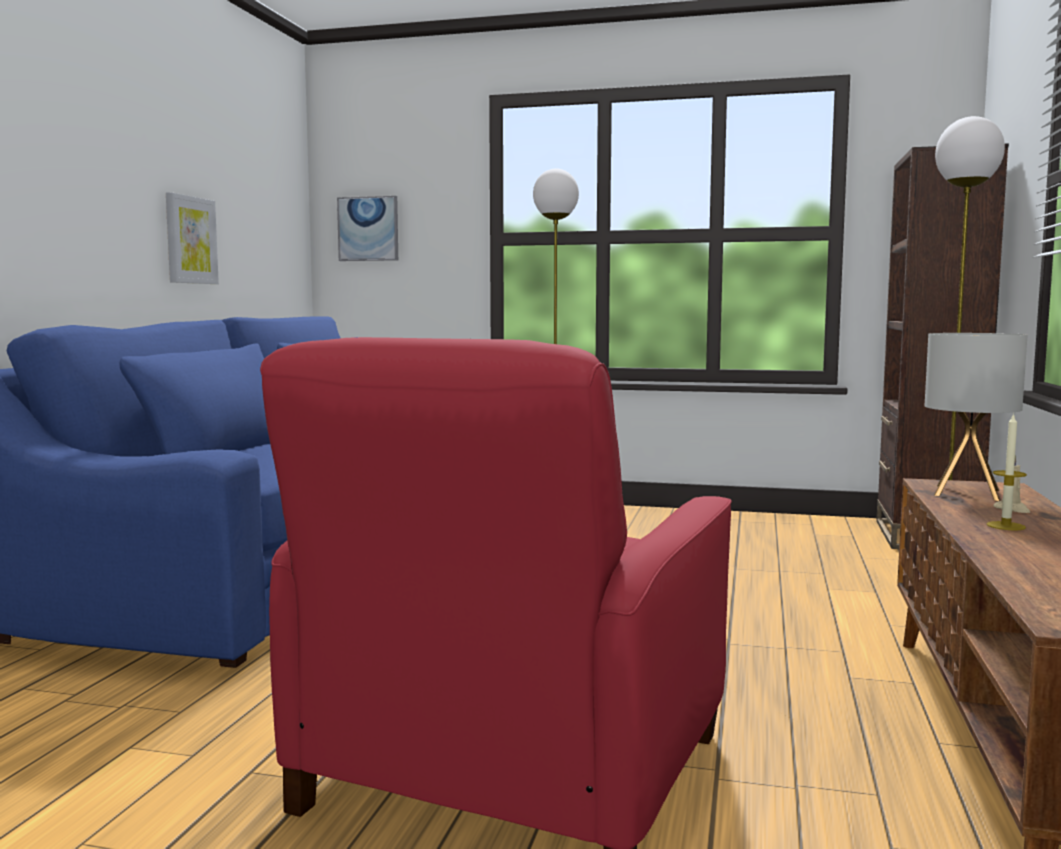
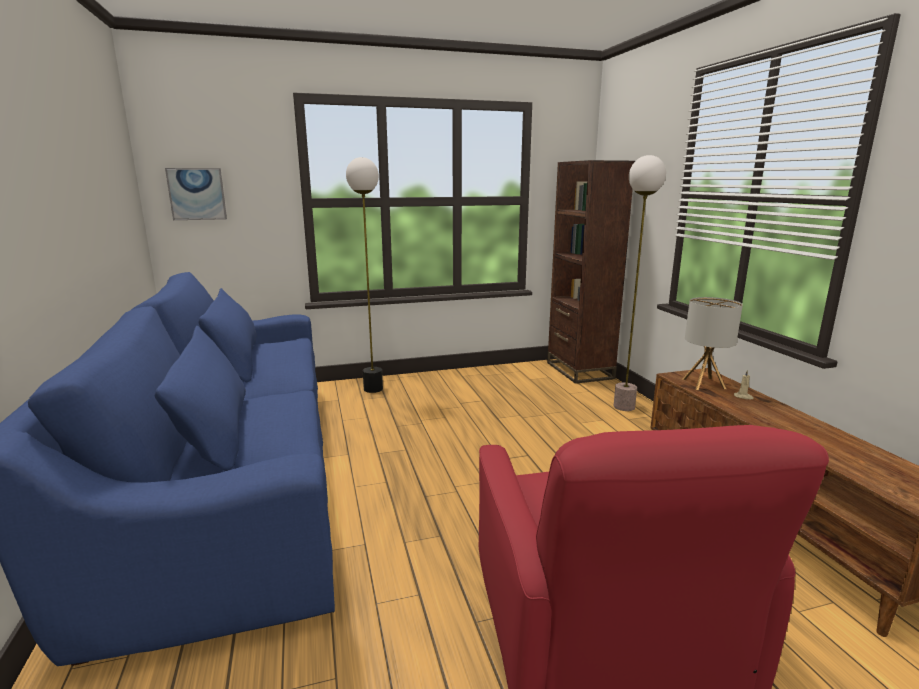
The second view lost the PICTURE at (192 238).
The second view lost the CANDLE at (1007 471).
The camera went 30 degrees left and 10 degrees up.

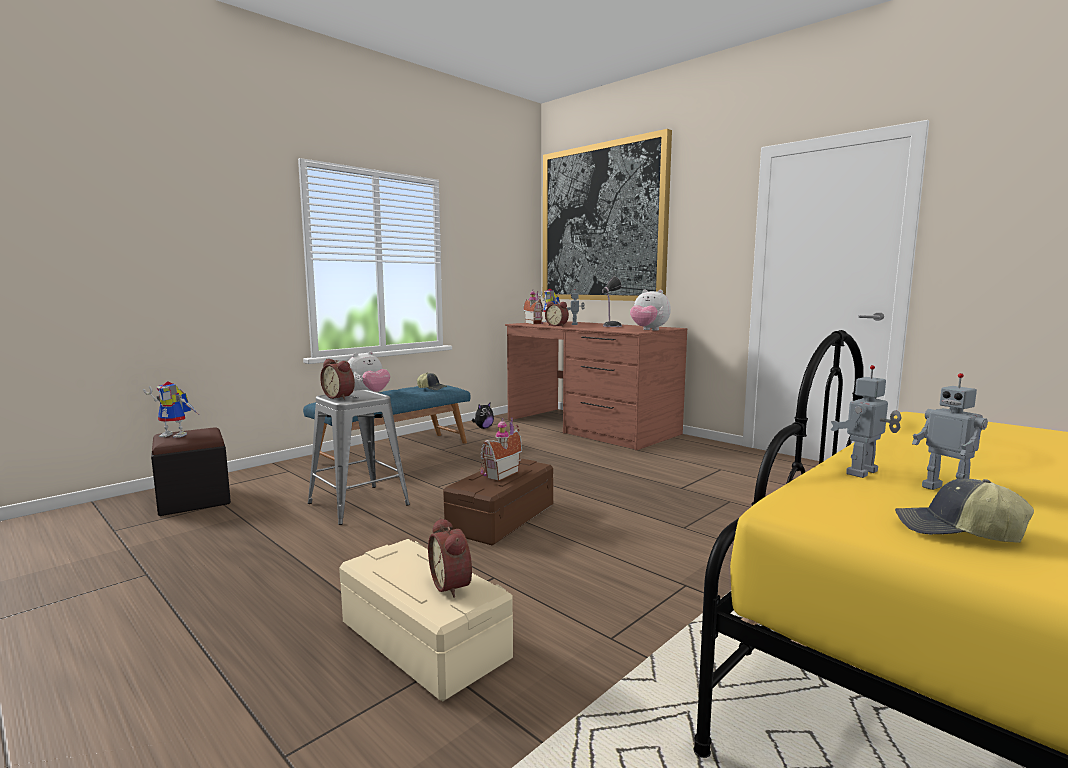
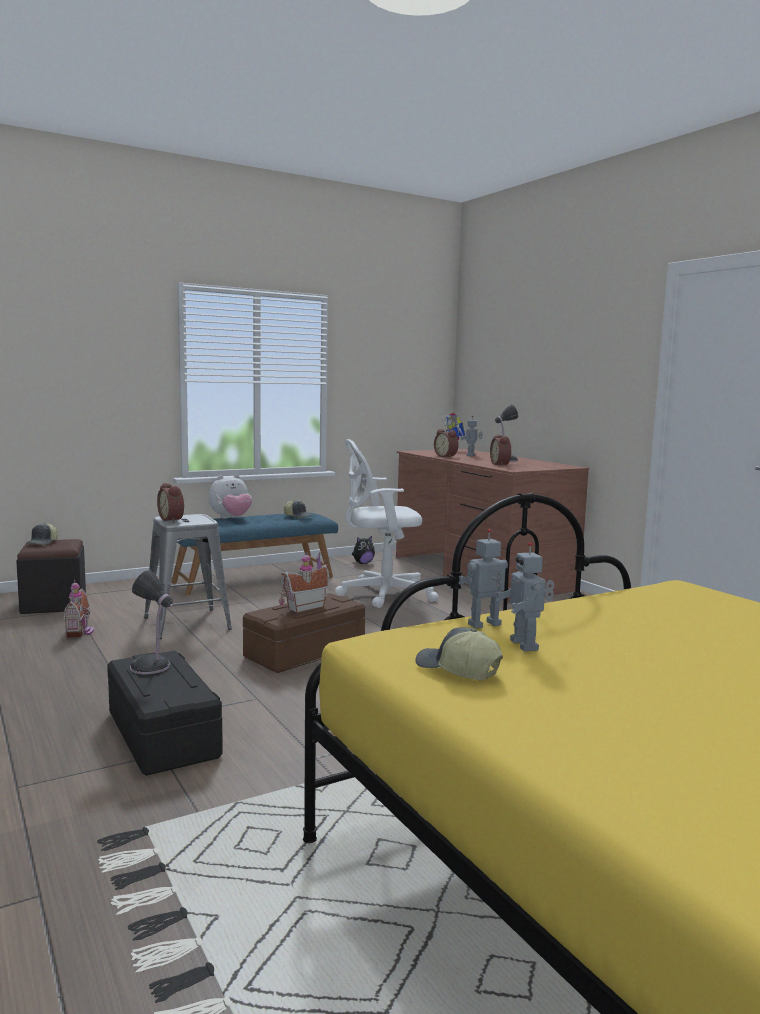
The second view lost the PICTURE at (607 215).
The second view lost the PLUSH TOY at (650 309).
The TOY HOUSE ended up elsewhere, having gone from (533 307) to (78 609).
Where the TOY ROBOT stood at (170 410), the CAP came to stand at (41 534).
The ALARM CLOCK ended up elsewhere, having gone from (450 558) to (500 450).
What was the BEIGE STORAGE BOX at (426 620) turned into the BLACK STORAGE BOX at (165 713).
The second view gained the WHITE OFFICE CHAIR at (386 523).
The second view gained the TABLE LAMP at (151 622).
The camera went 15 degrees right and 0 degrees up.

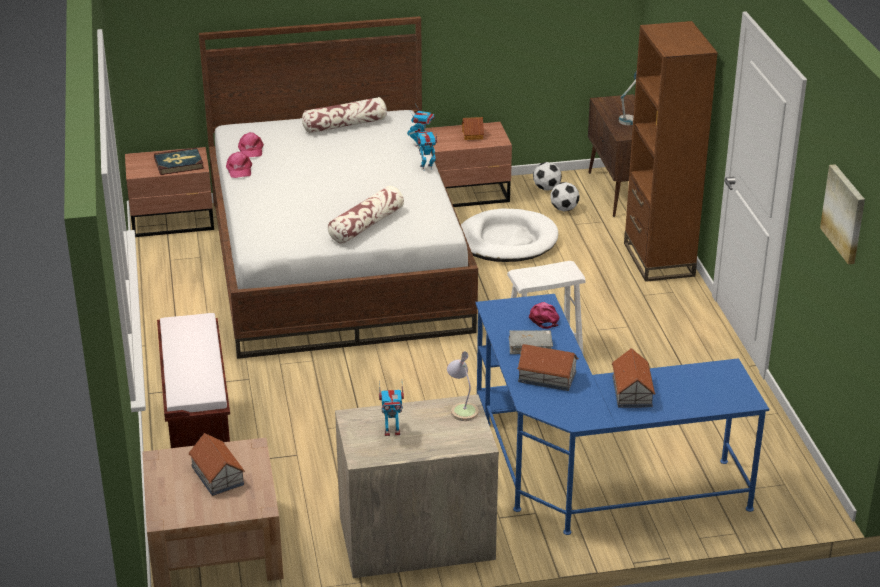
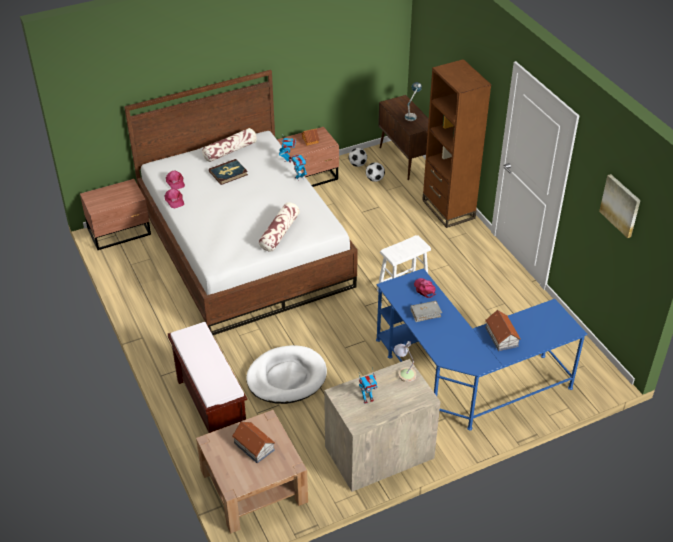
The BOOK ended up elsewhere, having gone from (179 161) to (228 172).
The WHITE DOG BED ended up elsewhere, having gone from (509 235) to (286 374).
The second view lost the TOY HOUSE at (548 367).
The camera went 15 degrees left and 10 degrees up.

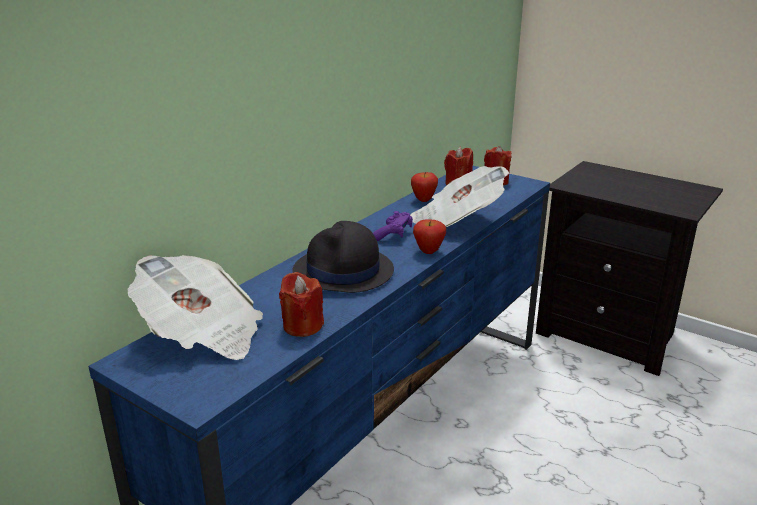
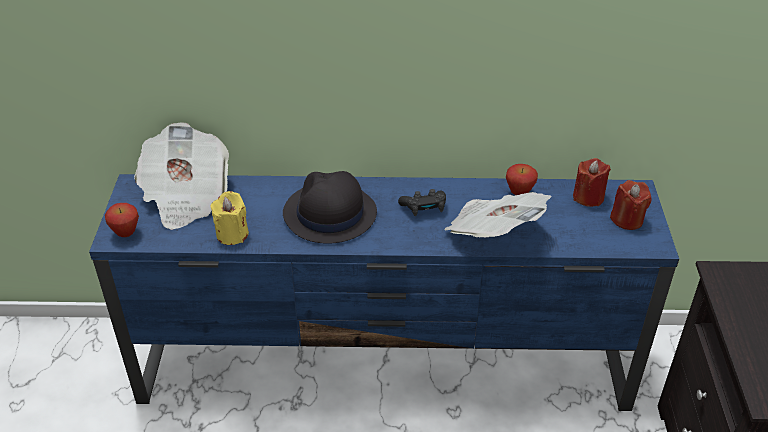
What was the PURPLE GAME CONTROLLER at (393 226) turned into the BLACK GAME CONTROLLER at (422 202).
The APPLE ended up elsewhere, having gone from (429 237) to (122 220).
What was the RED CANDLE at (301 304) turned into the YELLOW CANDLE at (229 218).
The camera went 55 degrees right and 15 degrees up.

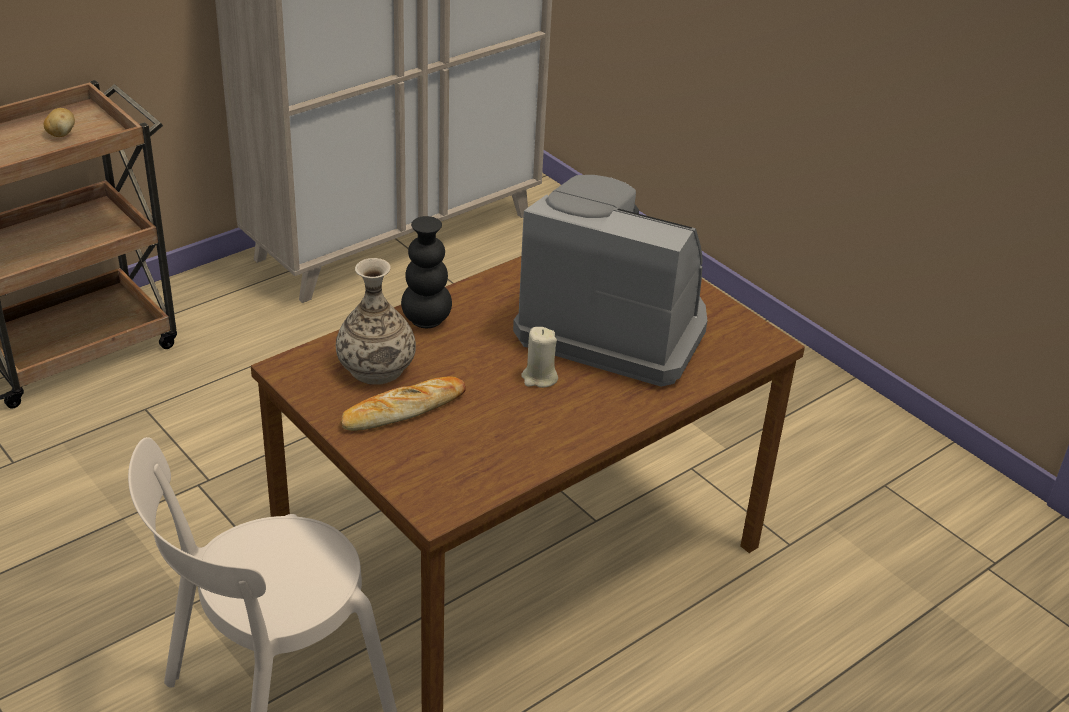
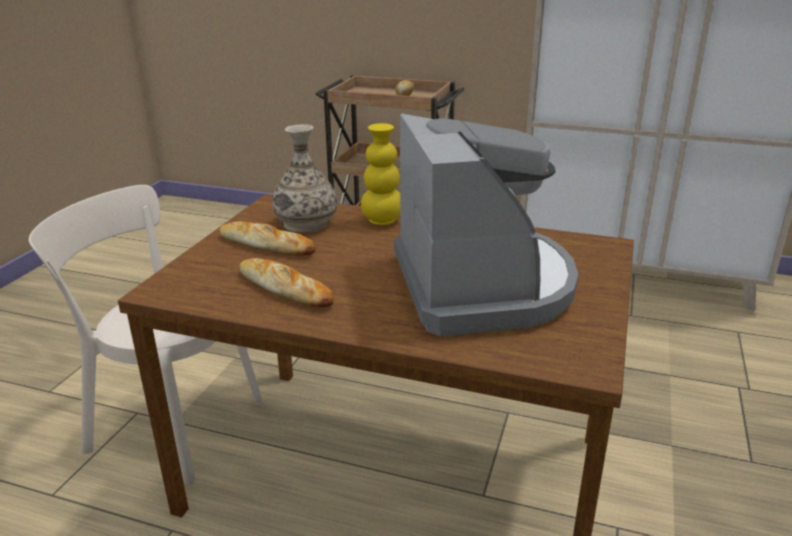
What was the BLACK VASE at (426 272) turned into the YELLOW VASE at (380 174).
The second view lost the BEIGE CANDLE at (539 357).
The second view gained the BREAD at (287 283).
The camera went 60 degrees right and 10 degrees down.

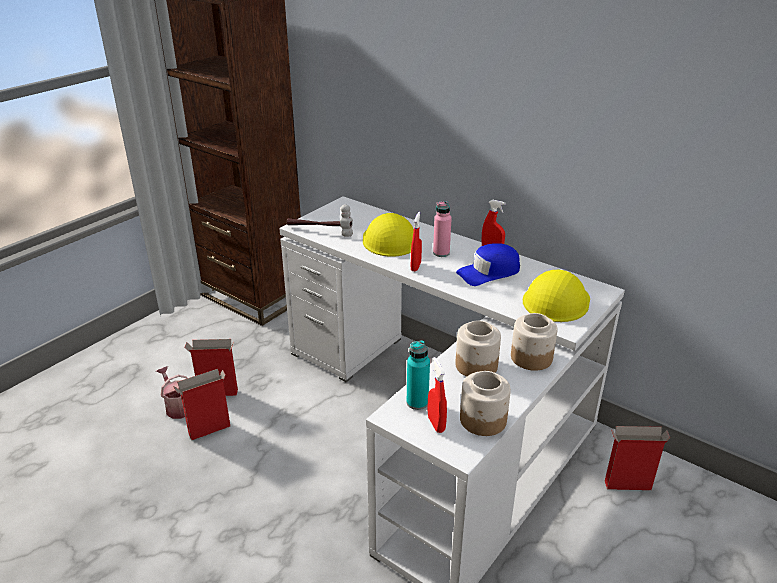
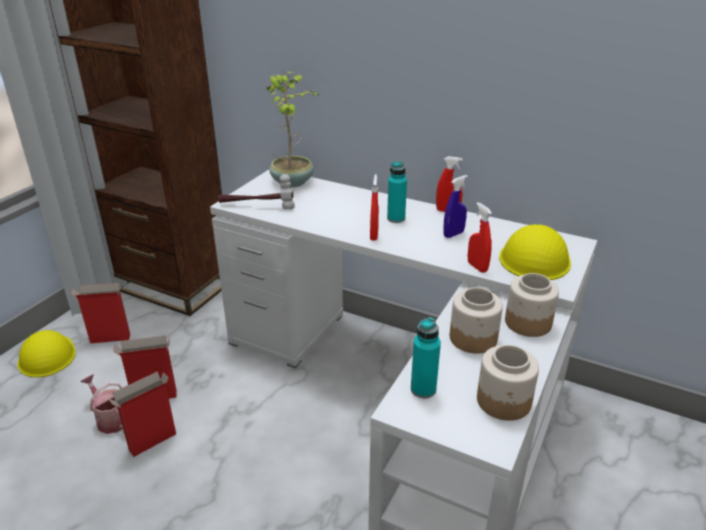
What was the PINK BOTTLE at (442 229) turned into the TURQUOISE BOTTLE at (397 192).
The YELLOW HARD HAT ended up elsewhere, having gone from (388 235) to (46 353).
Where the BLUE CAP stood at (488 264), the BLUE SPRAY BOTTLE came to stand at (455 206).
The RED SPRAY BOTTLE ended up elsewhere, having gone from (437 395) to (480 237).
The CARDBOARD BOX ended up elsewhere, having gone from (637 458) to (100 313).
The second view gained the POTTED PLANT at (292 130).
The camera went 10 degrees left and 0 degrees up.

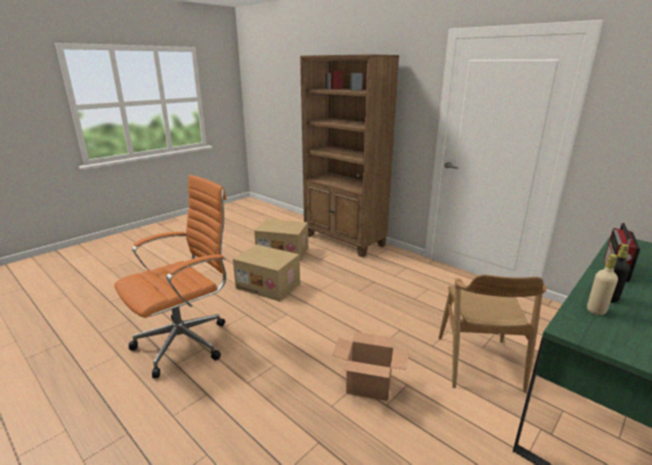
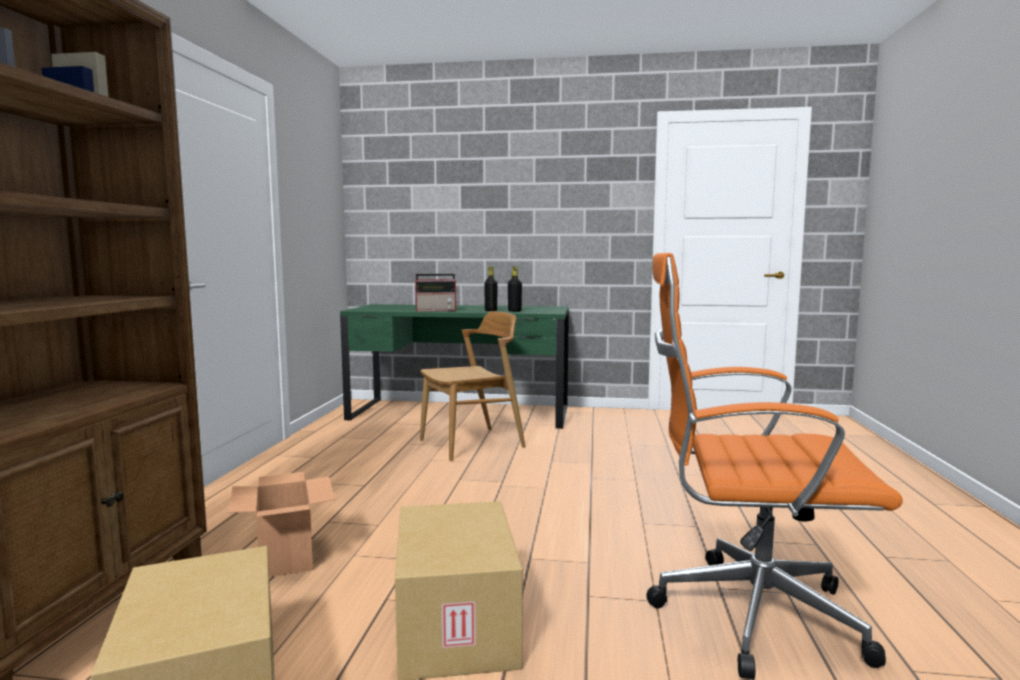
What was the BEIGE BOTTLE at (602 284) turned into the BLACK BOTTLE at (515 289).
The CARDBOARD BOX ended up elsewhere, having gone from (371 366) to (281 525).
The camera went 125 degrees left and 15 degrees down.

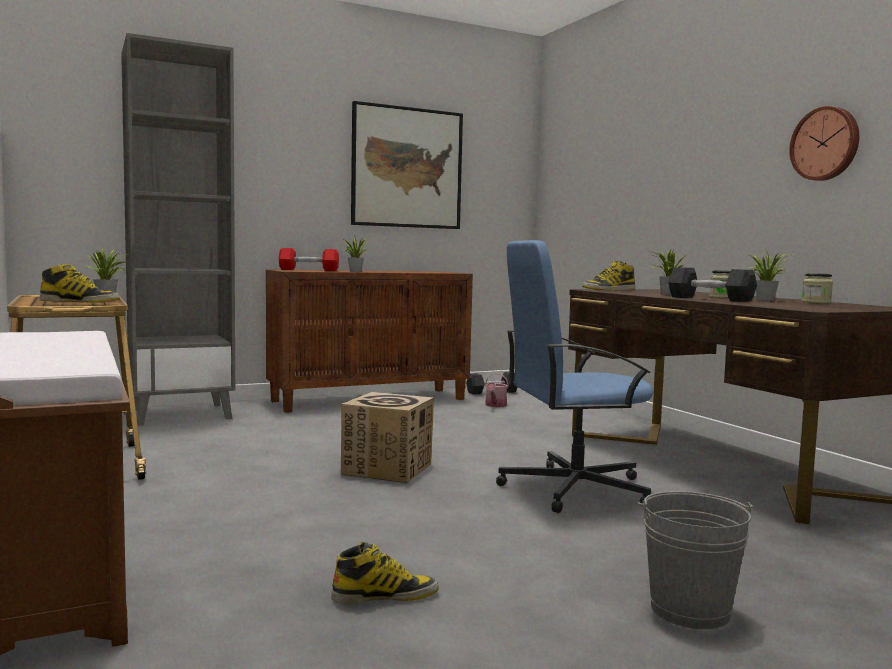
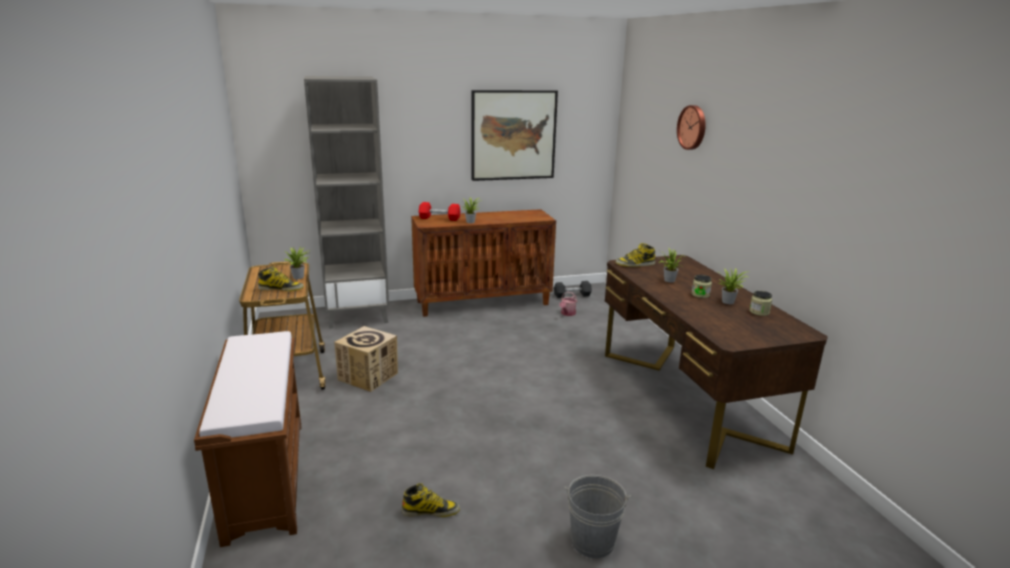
The WALL CLOCK ended up elsewhere, having gone from (824 143) to (691 127).
The second view lost the BLUE OFFICE CHAIR at (575 376).
The second view lost the GREY DUMBBELL at (712 284).
The CARDBOARD BOX ended up elsewhere, having gone from (387 437) to (366 359).
The camera went 10 degrees right and 15 degrees up.

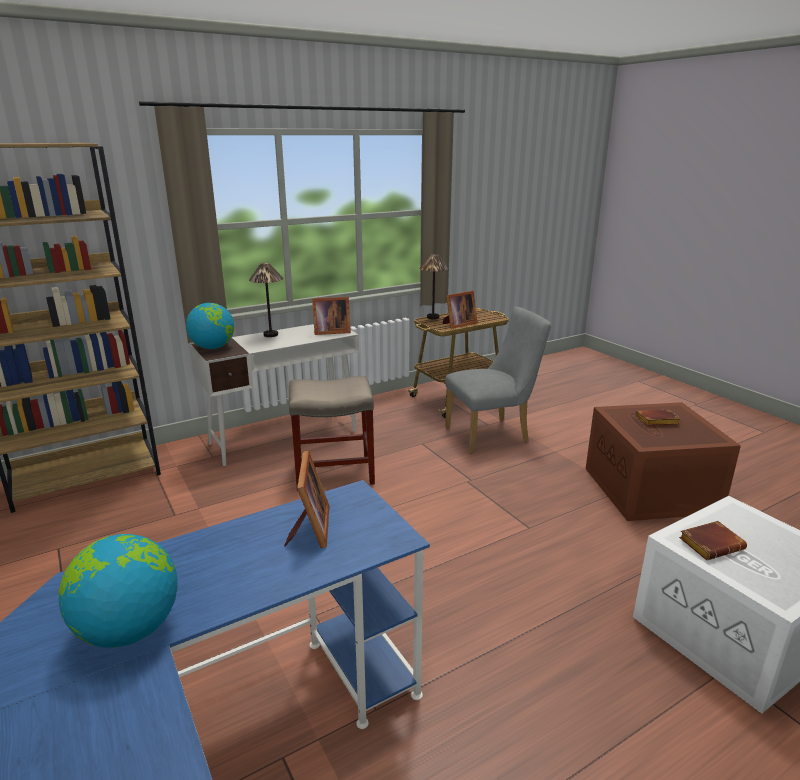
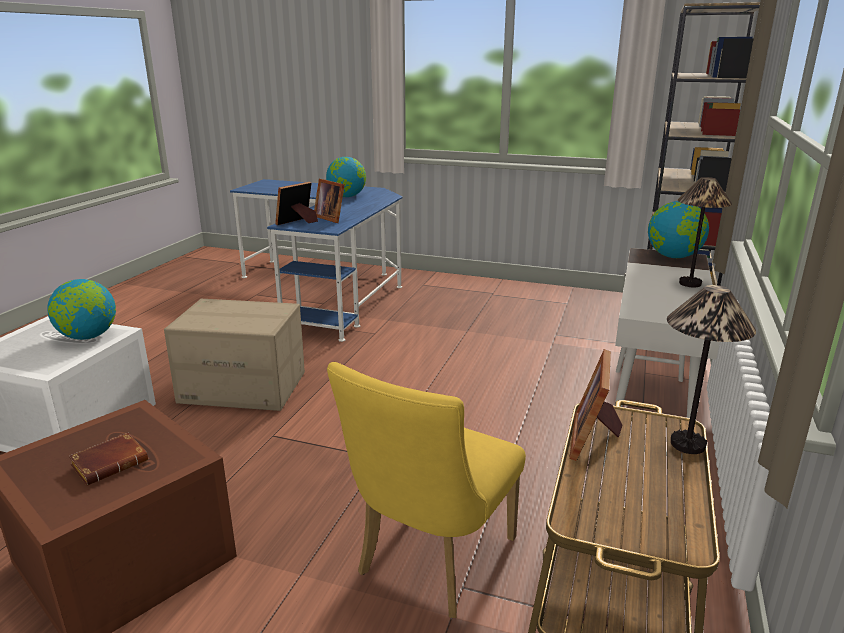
The PICTURE FRAME ended up elsewhere, having gone from (331 316) to (296 203).
What was the GREY CHAIR at (498 380) turned into the YELLOW CHAIR at (426 490).
The second view lost the BEIGE STOOL at (332 433).
Where the BROWN BOOK stood at (713 540), the GLOBE came to stand at (82 309).
The second view gained the CARDBOARD BOX at (234 355).
The camera went 140 degrees right and 0 degrees up.

